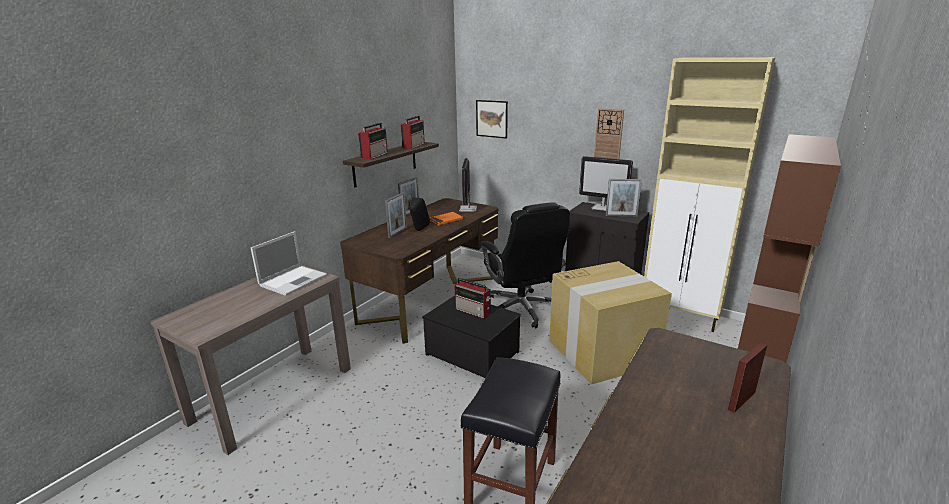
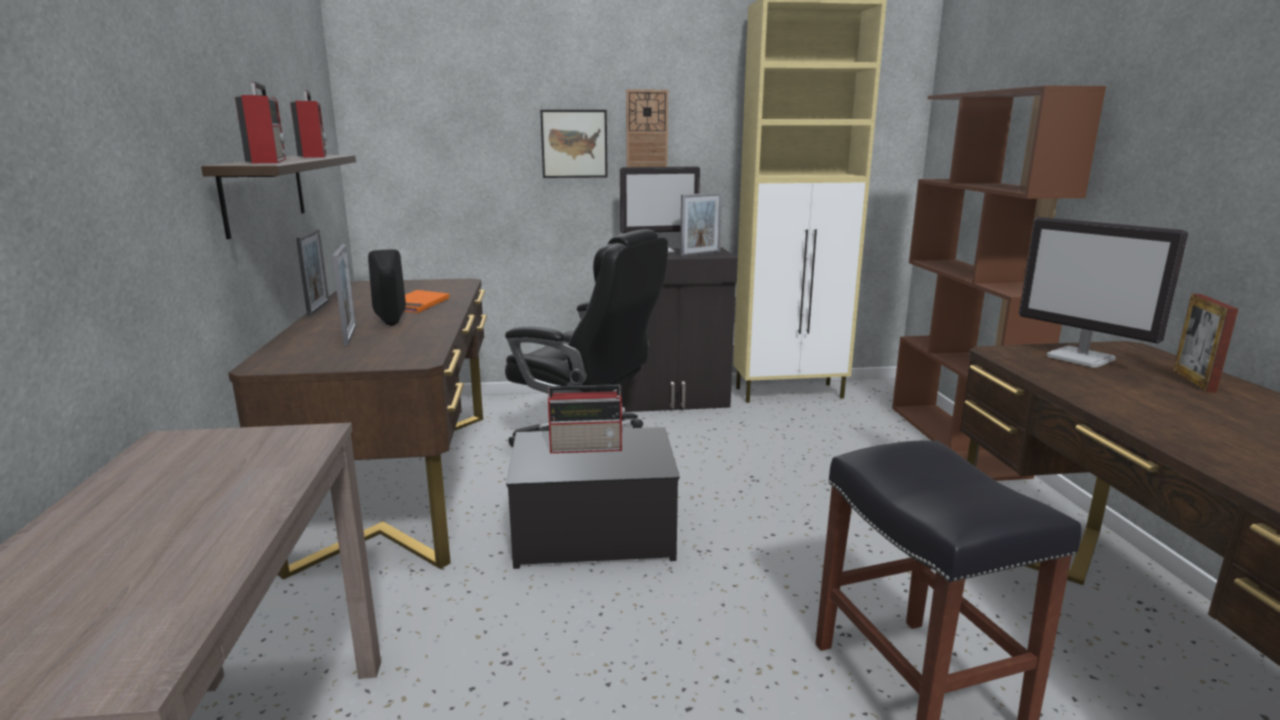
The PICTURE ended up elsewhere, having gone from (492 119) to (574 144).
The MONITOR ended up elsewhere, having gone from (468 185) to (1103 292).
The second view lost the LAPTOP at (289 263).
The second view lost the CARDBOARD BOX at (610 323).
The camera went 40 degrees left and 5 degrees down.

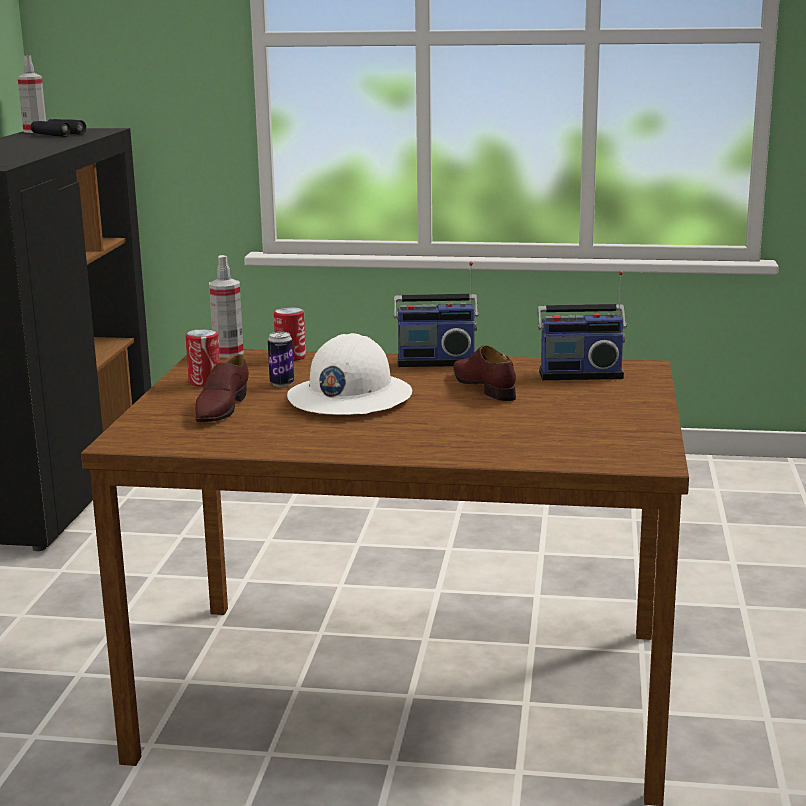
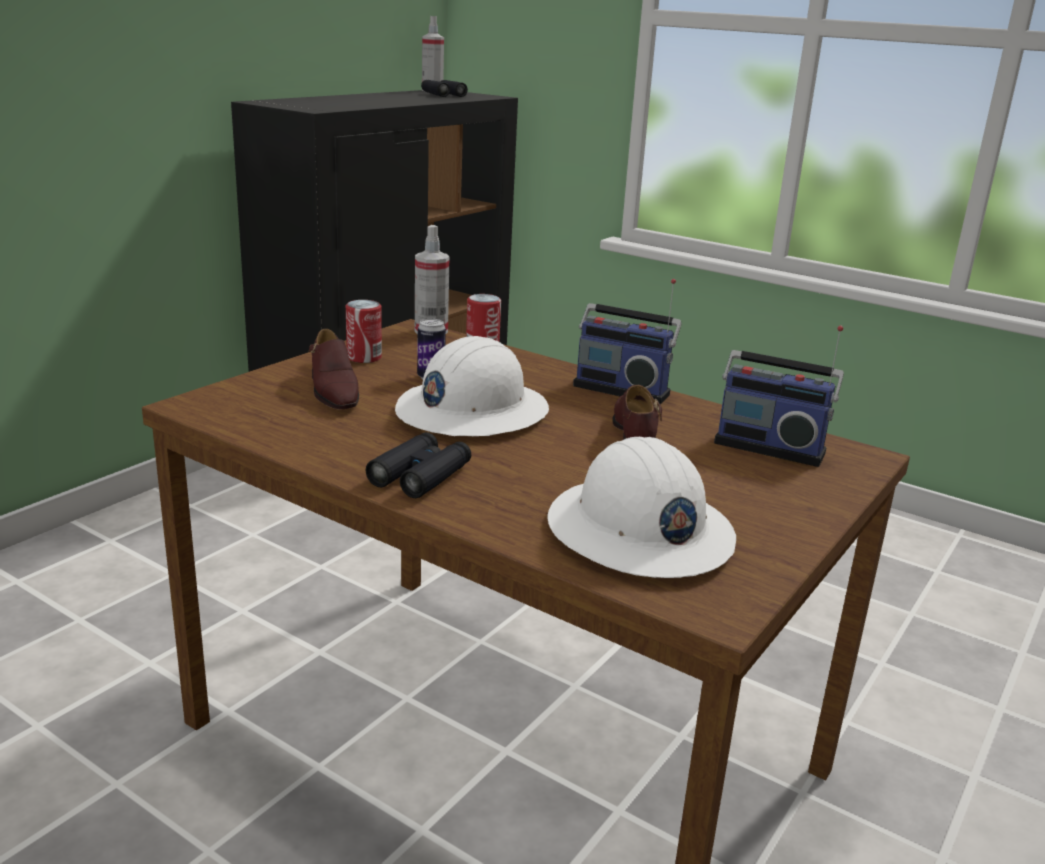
The BROWN SHOE at (222 388) ended up facing another way, 60 degrees counterclockwise from before.
The second view gained the BLACK BINOCULARS at (418 465).
The second view gained the WHITE HARD HAT at (642 507).
The camera went 25 degrees right and 5 degrees up.

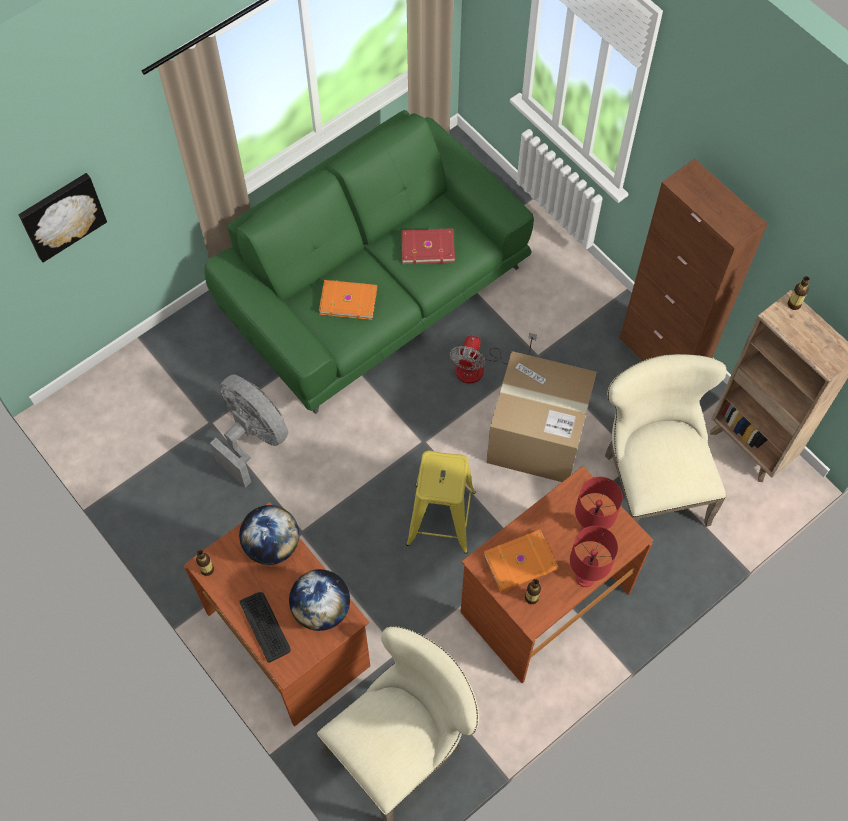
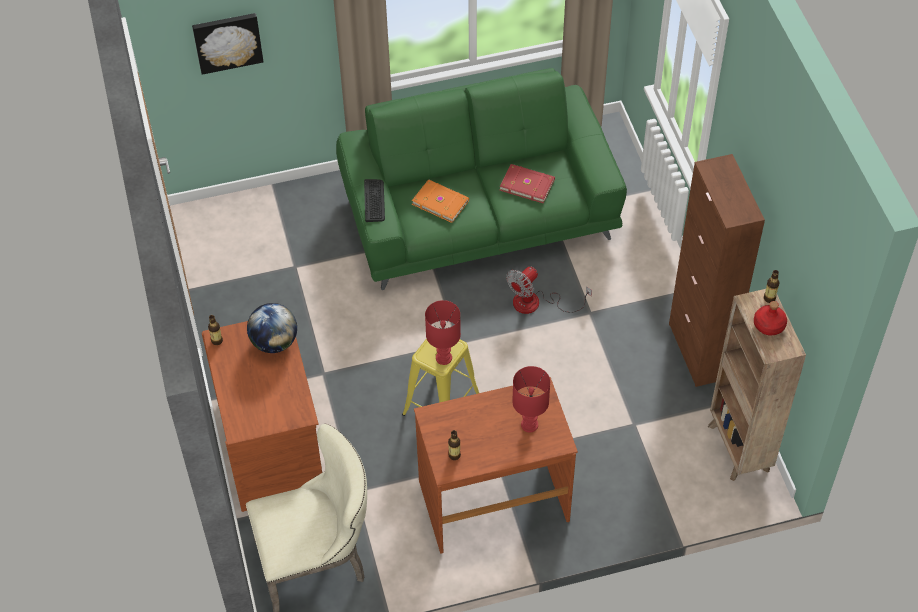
The second view lost the CARDBOARD BOX at (541 416).
The second view lost the BEIGE CHAIR at (666 440).
The second view lost the GREY FAN at (249 431).
The RED TABLE LAMP ended up elsewhere, having gone from (594 556) to (443 332).
The second view lost the ORANGE BOOK at (520 561).
The second view lost the GLOBE at (319 600).
The KEYBOARD ended up elsewhere, having gone from (264 627) to (374 200).
The second view gained the RED BOTTLE at (770 318).
The camera went 25 degrees right and 10 degrees down.

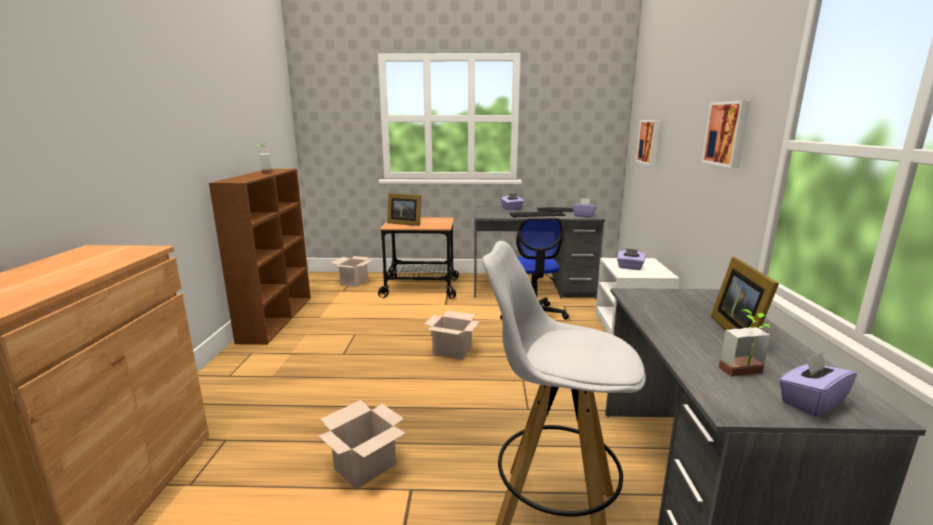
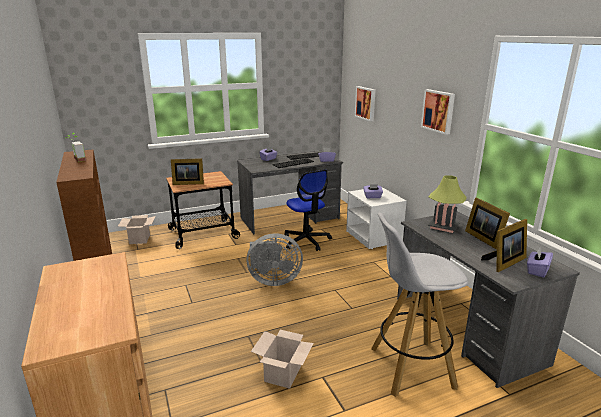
Where the POTTED PLANT stood at (745 343), the PICTURE FRAME came to stand at (504 245).
Where the CARDBOARD BOX stood at (452 335), the GREY FAN came to stand at (275 259).
The second view gained the TABLE LAMP at (447 204).
The camera went 25 degrees left and 5 degrees up.

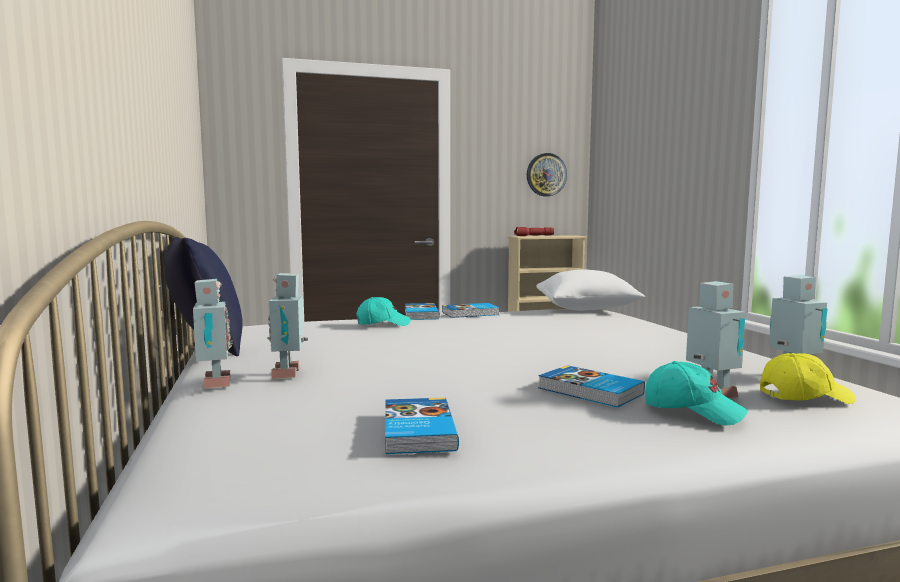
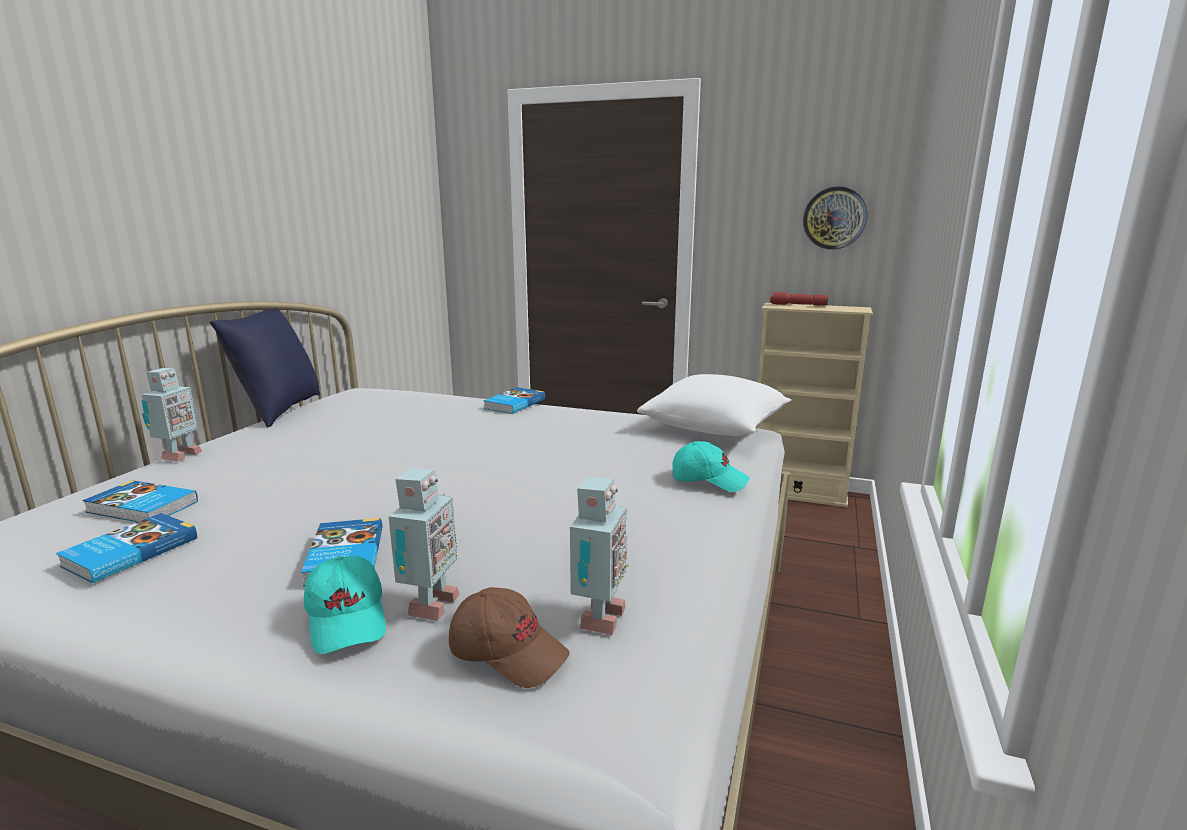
The second view lost the TOY ROBOT at (287 326).
The TURQUOISE CAP ended up elsewhere, having gone from (383 311) to (710 466).
The BOOK ended up elsewhere, having gone from (471 310) to (140 501).
What was the YELLOW CAP at (808 378) turned into the BROWN CAP at (509 637).
The camera went 35 degrees right and 10 degrees up.

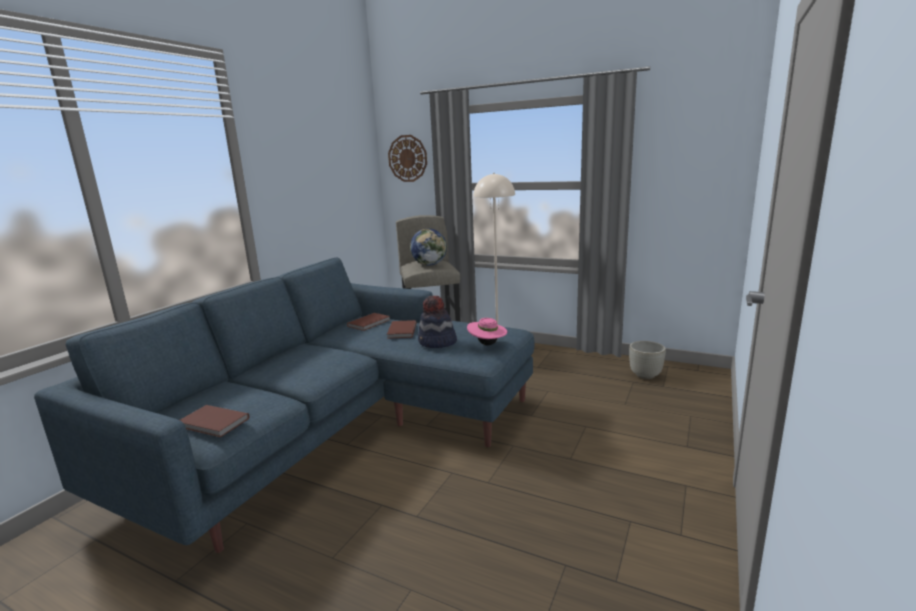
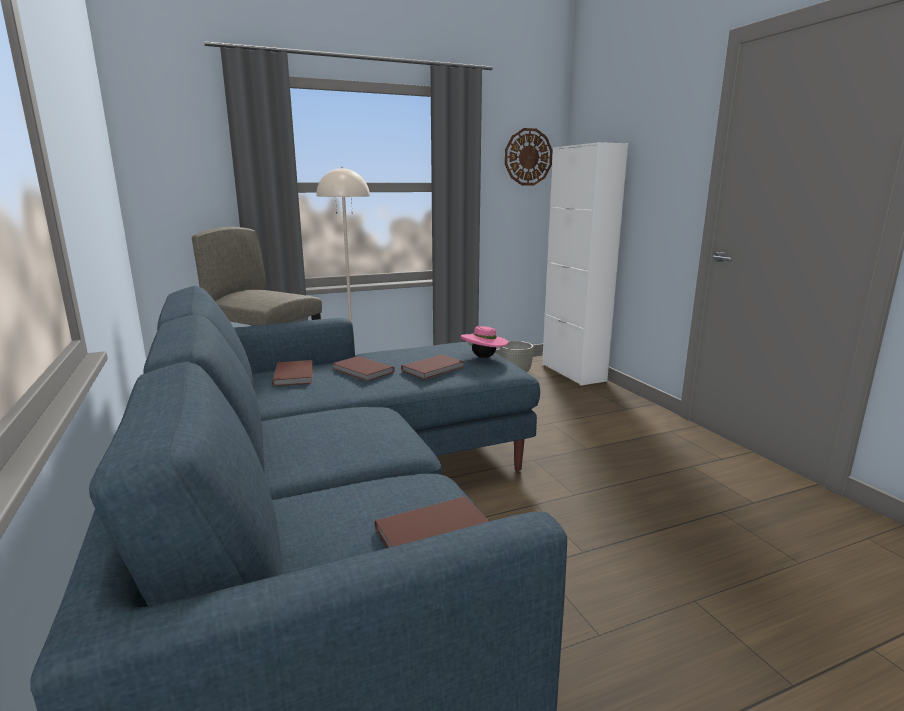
The WALL CLOCK ended up elsewhere, having gone from (407 158) to (529 156).
The second view lost the GLOBE at (428 247).
Where the HAT stood at (437 322), the BROWN BOOK came to stand at (432 367).
The second view gained the WHITE CABINET at (585 264).
The camera went 50 degrees left and 0 degrees up.

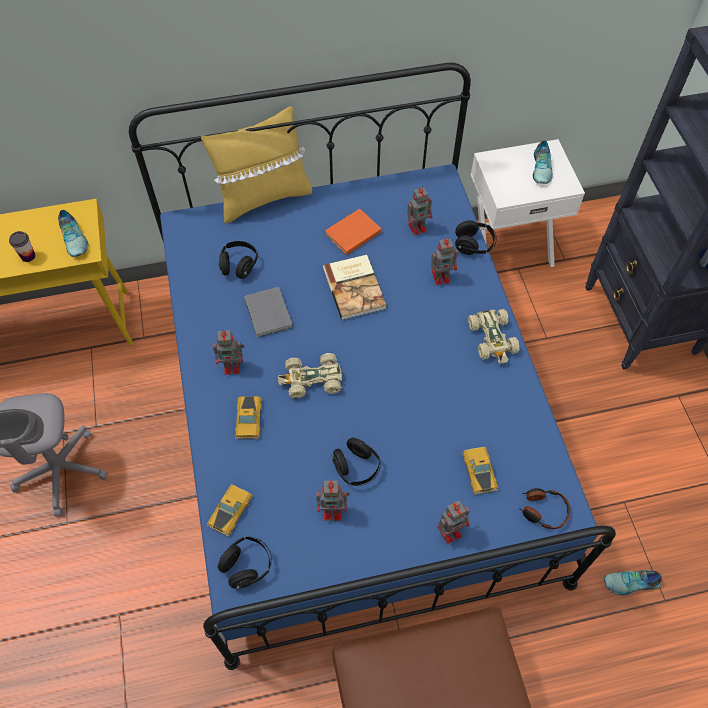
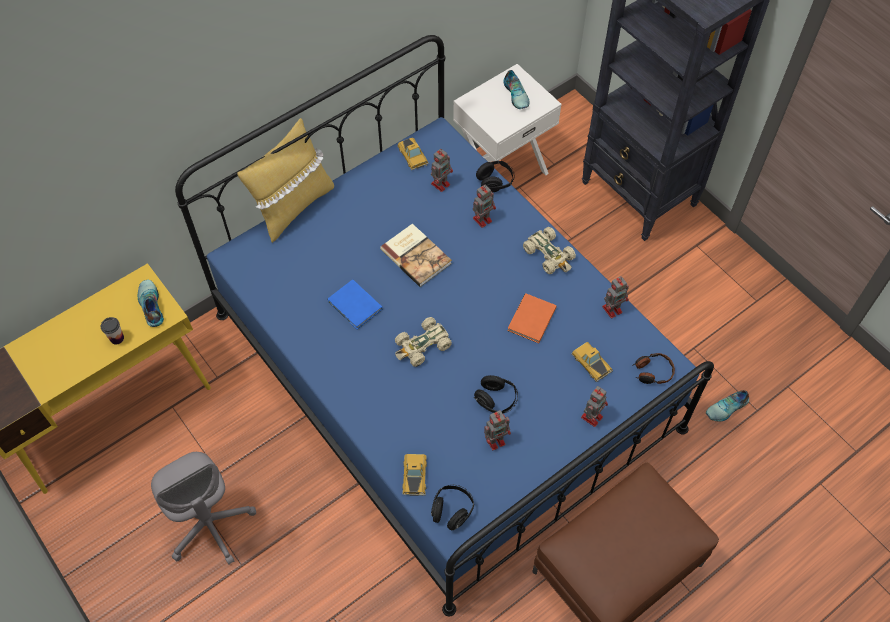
The ORANGE BOOK ended up elsewhere, having gone from (353 231) to (532 318).
The SHOE at (73 233) ended up facing another way, 150 degrees counterclockwise from before.
The second view lost the BLACK HEADPHONES at (238 260).
What was the GREY BOOK at (268 312) turned into the BLUE BOOK at (355 304).
The TOY ROBOT ended up elsewhere, having gone from (228 352) to (615 297).
The TOY CAR ended up elsewhere, having gone from (248 418) to (413 154).
The camera went 25 degrees left and 0 degrees up.

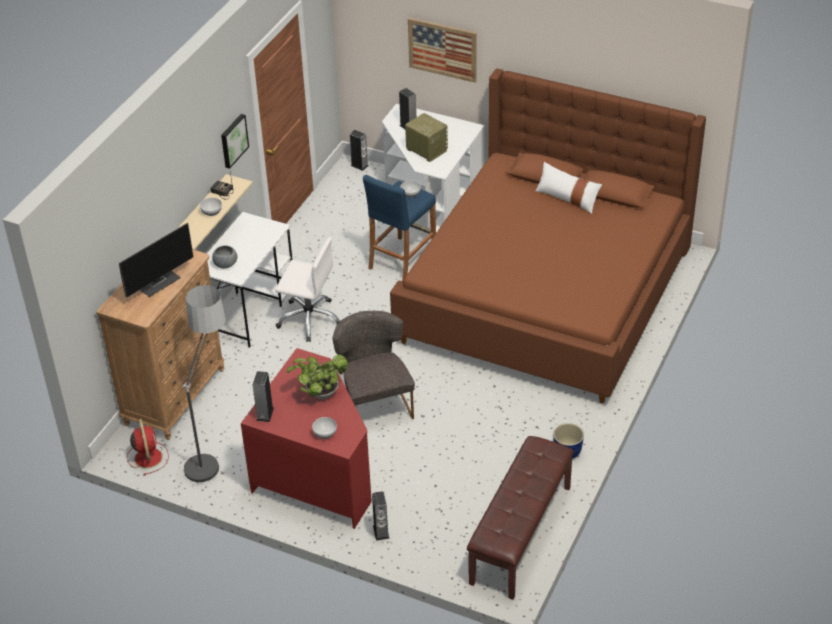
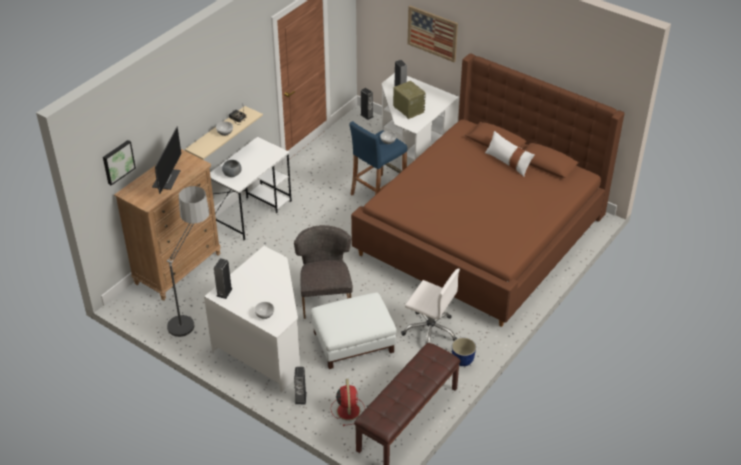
The PICTURE ended up elsewhere, having gone from (235 141) to (119 163).
The MONITOR at (156 260) ended up facing another way, 45 degrees counterclockwise from before.
The WHITE OFFICE CHAIR ended up elsewhere, having gone from (307 289) to (430 306).
What was the RED DESK at (306 438) turned into the WHITE DESK at (252 319).
The second view lost the POTTED PLANT at (317 377).
The RED FAN ended up elsewhere, having gone from (148 447) to (348 402).
The second view gained the WHITE OTTOMAN at (354 330).
The camera went 10 degrees right and 0 degrees up.

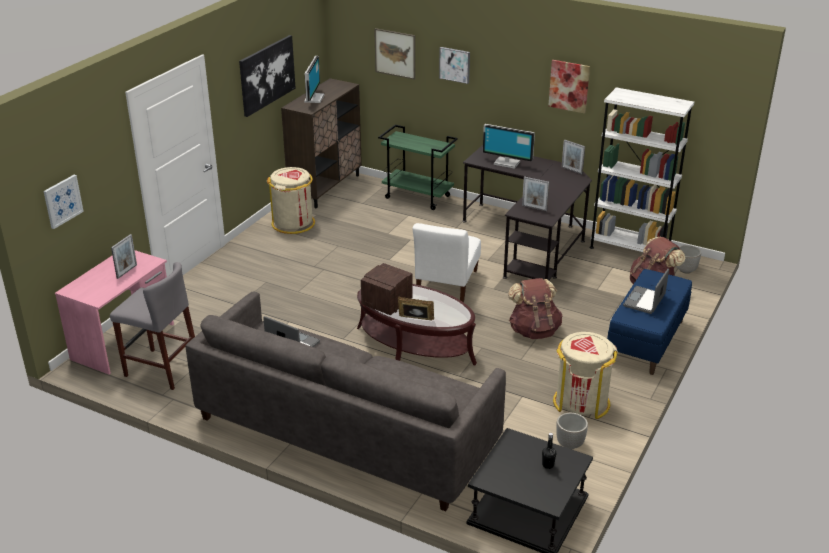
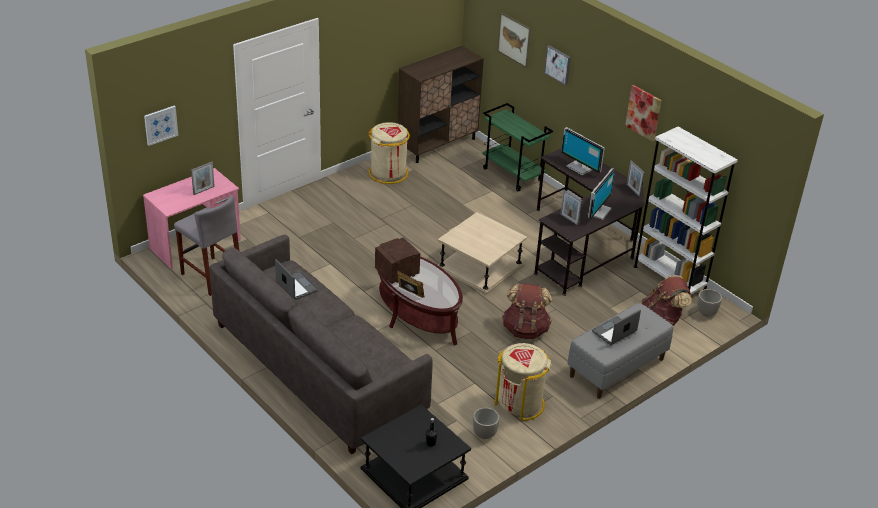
The second view lost the PICTURE at (267 76).
The MONITOR ended up elsewhere, having gone from (314 79) to (601 194).
Where the WHITE CHAIR stood at (446 262), the BEIGE SIDE TABLE came to stand at (482 253).
What was the BLUE BENCH at (649 322) turned into the GREY BENCH at (620 351).
The camera went 20 degrees right and 5 degrees up.

